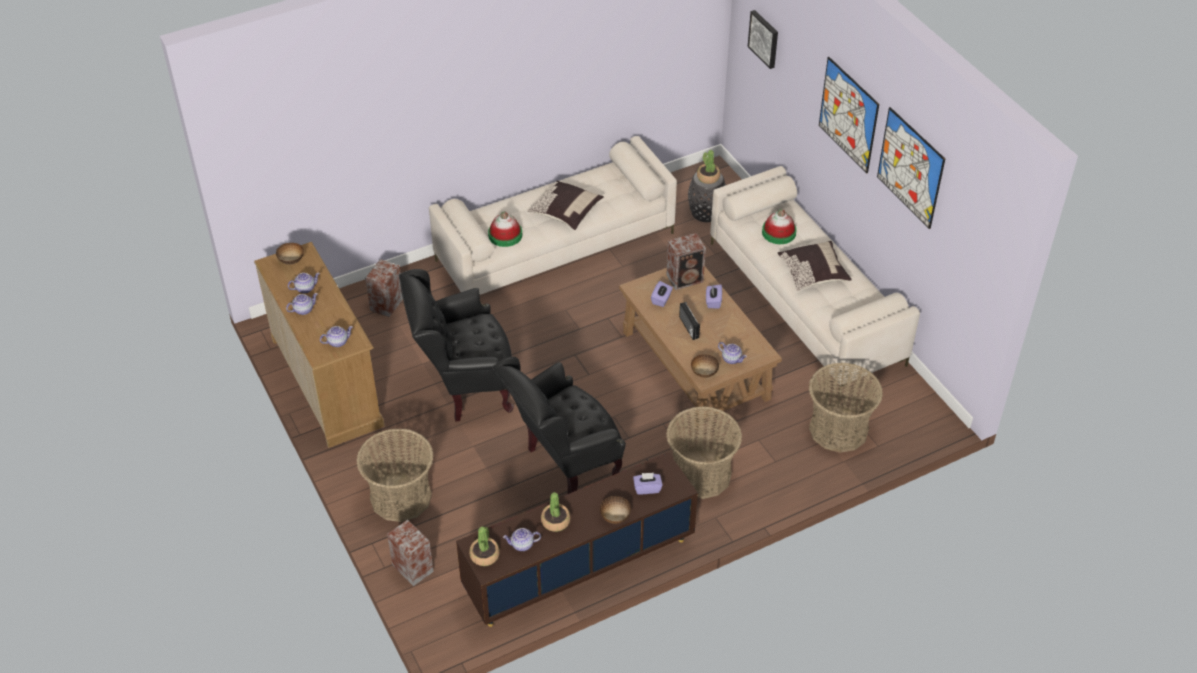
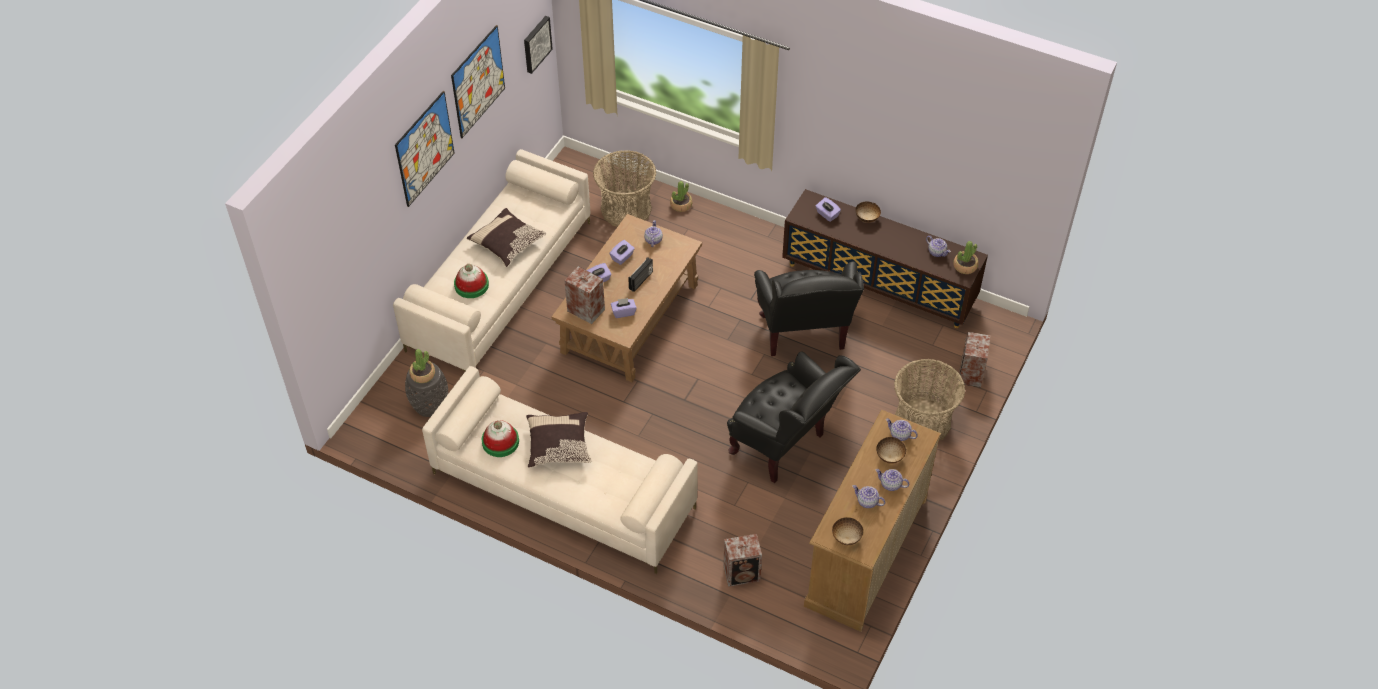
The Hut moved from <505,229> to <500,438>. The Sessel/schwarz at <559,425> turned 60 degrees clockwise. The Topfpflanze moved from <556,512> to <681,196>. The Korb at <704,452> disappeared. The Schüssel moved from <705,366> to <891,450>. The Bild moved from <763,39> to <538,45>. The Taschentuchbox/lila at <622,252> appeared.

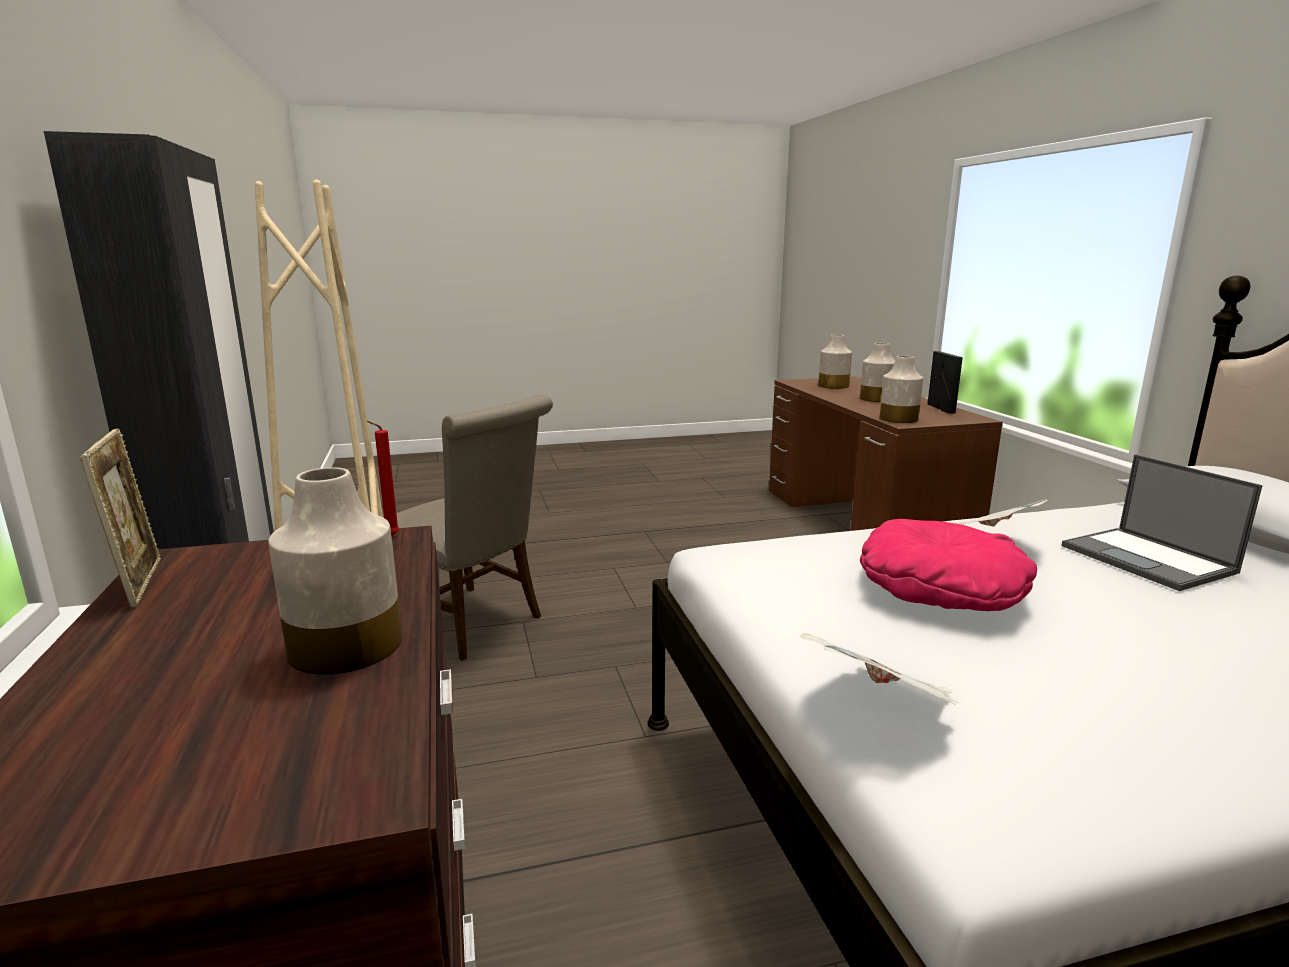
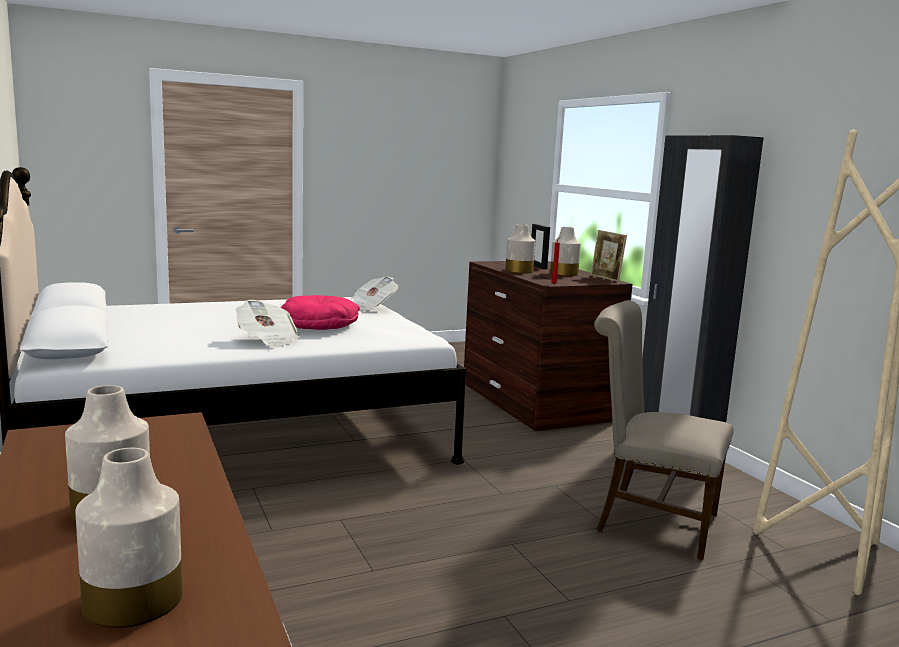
The Vase/beige moved from <901,389> to <565,251>. The Bilderrahmen moved from <945,382> to <540,246>. The Laptop at <1162,522> disappeared.

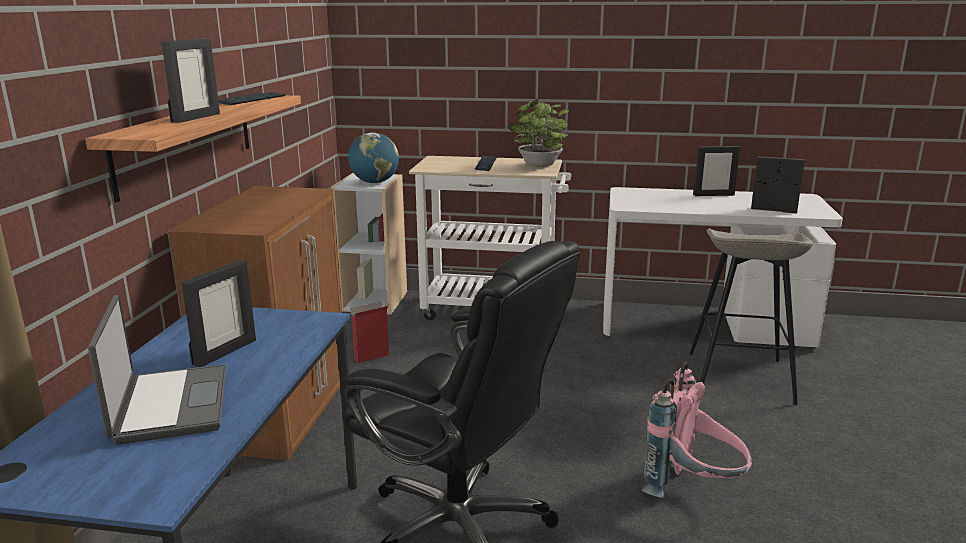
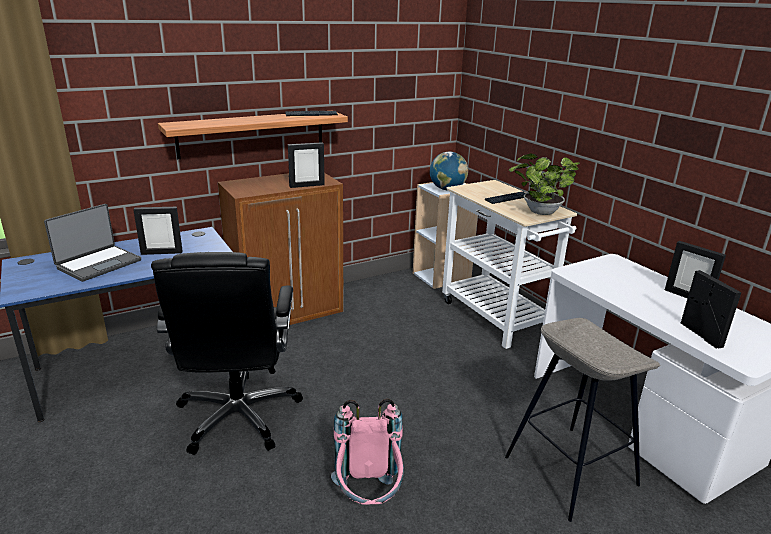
The Bilderrahmen moved from <190,80> to <306,165>. The Karton at <368,332> disappeared.

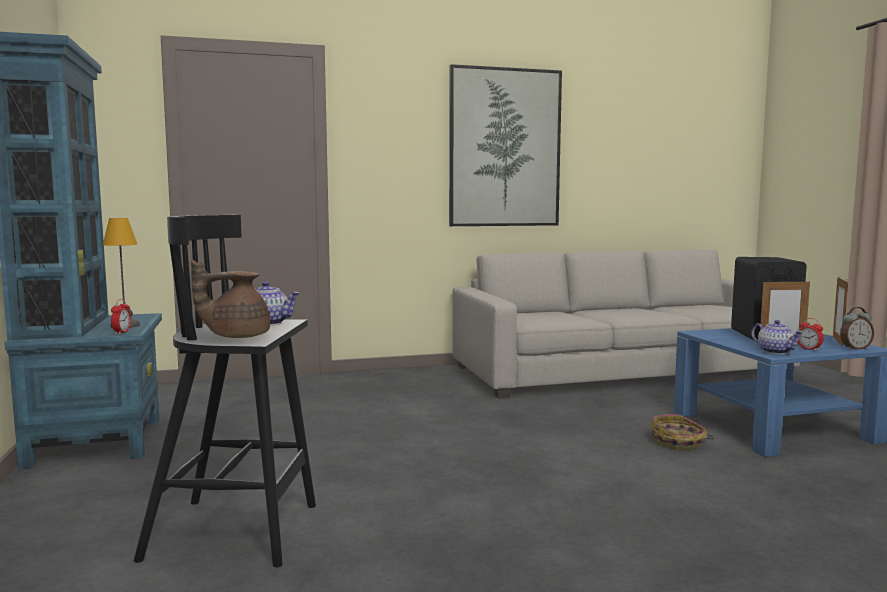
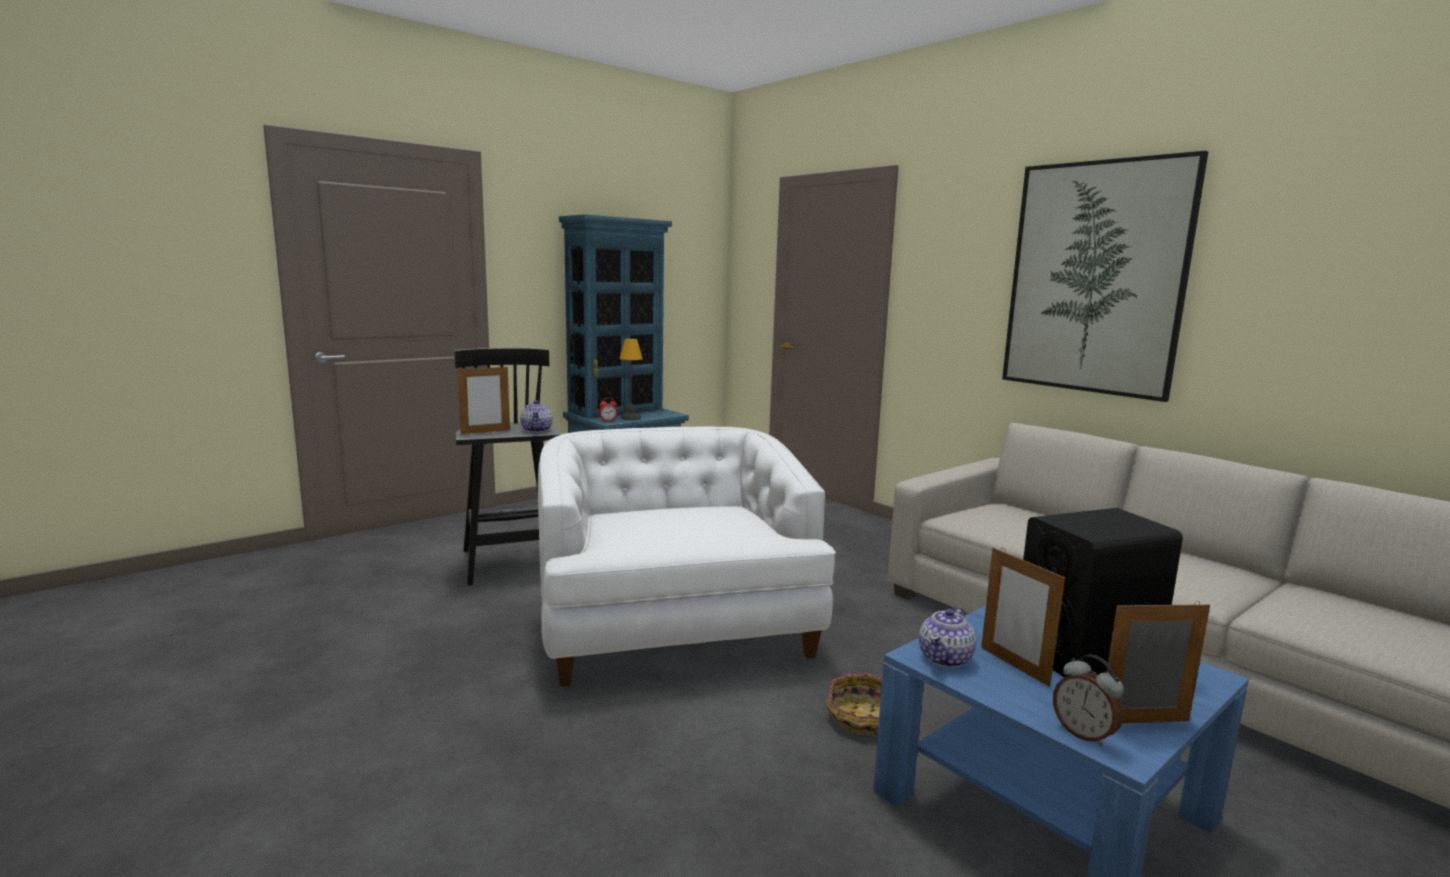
The Teekanne/braun at <231,299> was replaced by the Bilderrahmen at <483,400>. The Wecker at <811,334> disappeared. The Sessel/weiß at <687,556> appeared.

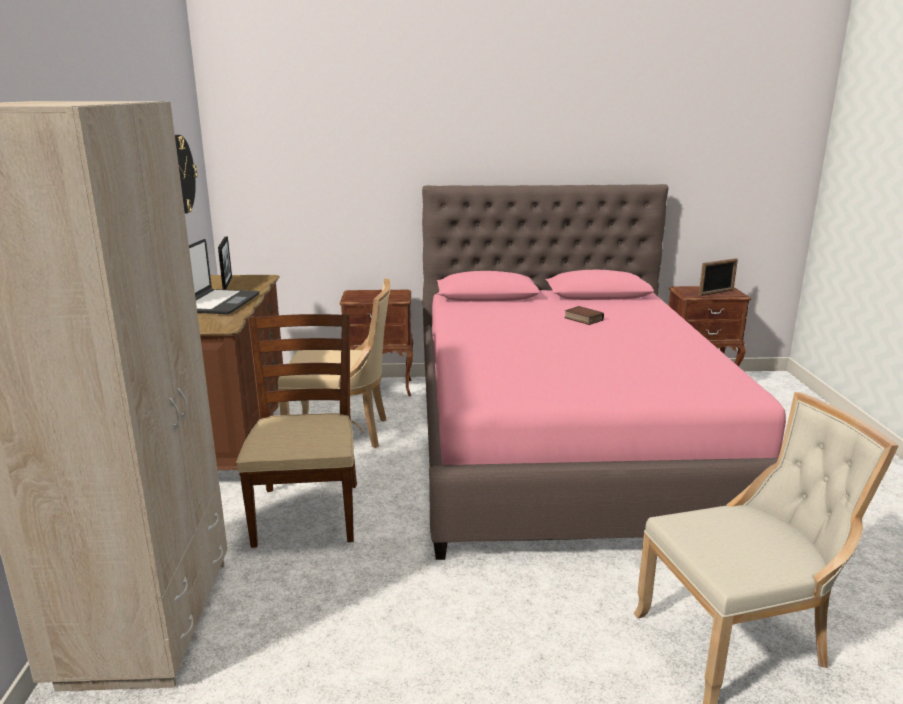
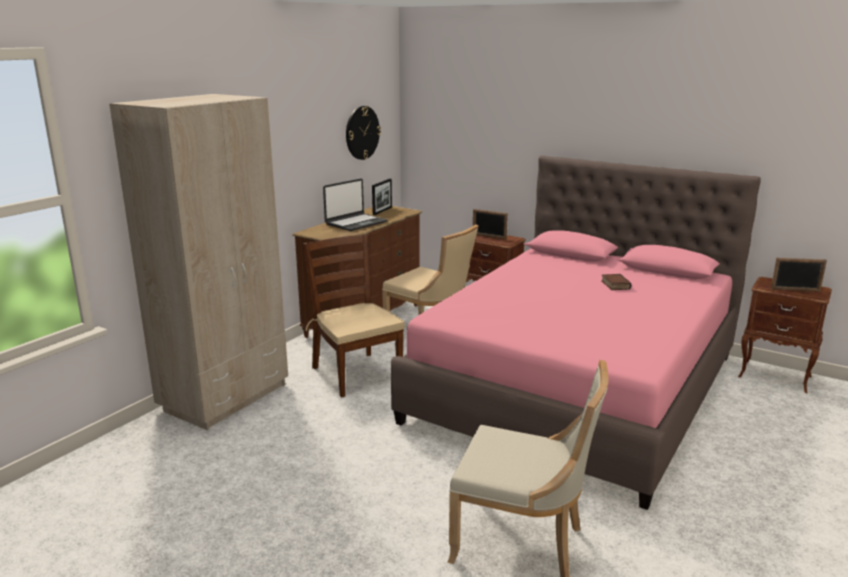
The Stuhl/braun at <300,431> turned 60 degrees counterclockwise. The Bilderrahmen at <490,224> appeared.

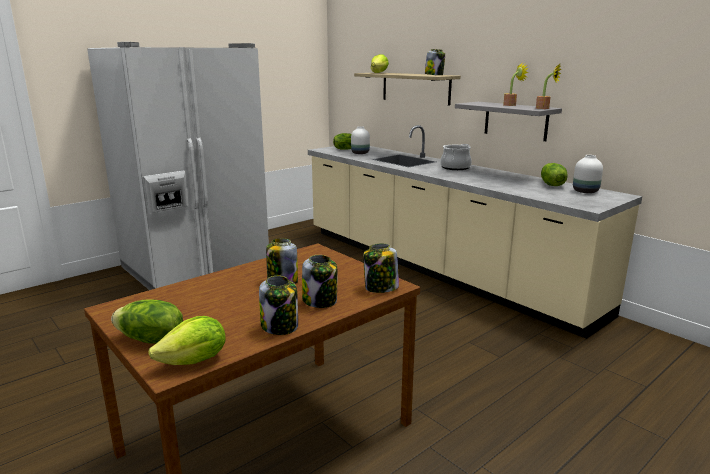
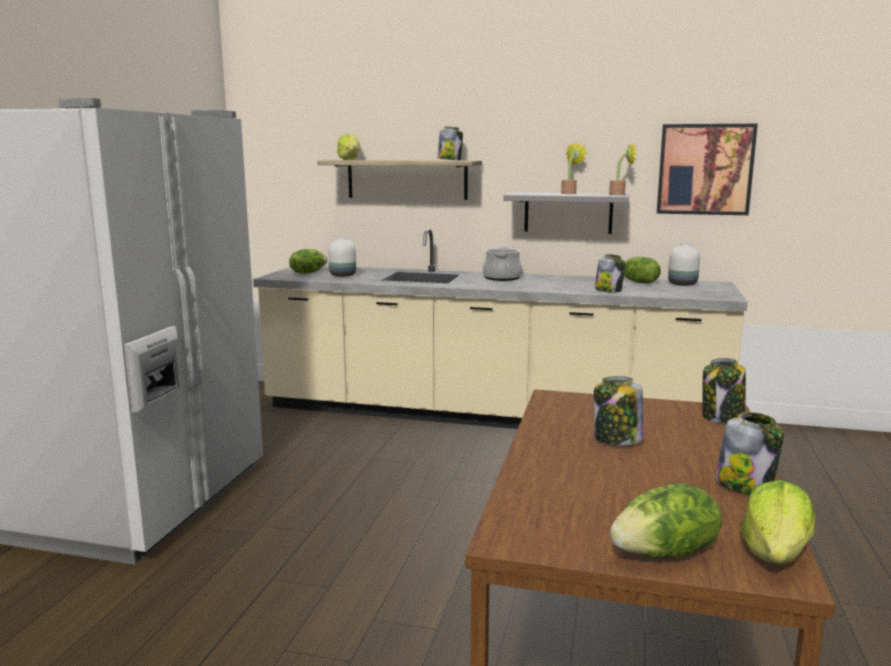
The Vorratsglas moved from <319,281> to <610,273>. The Bild at <707,169> appeared.

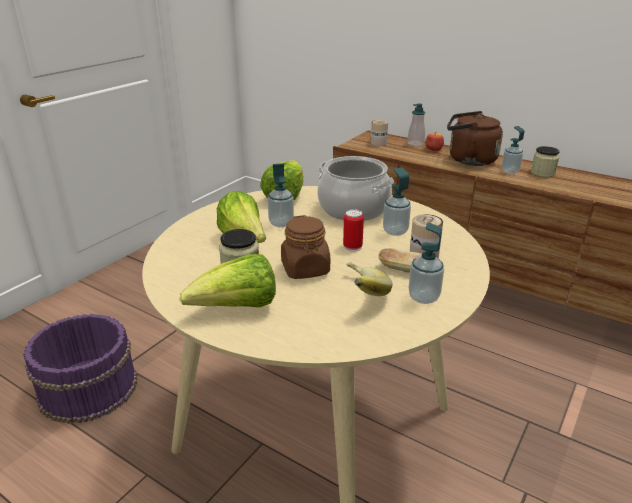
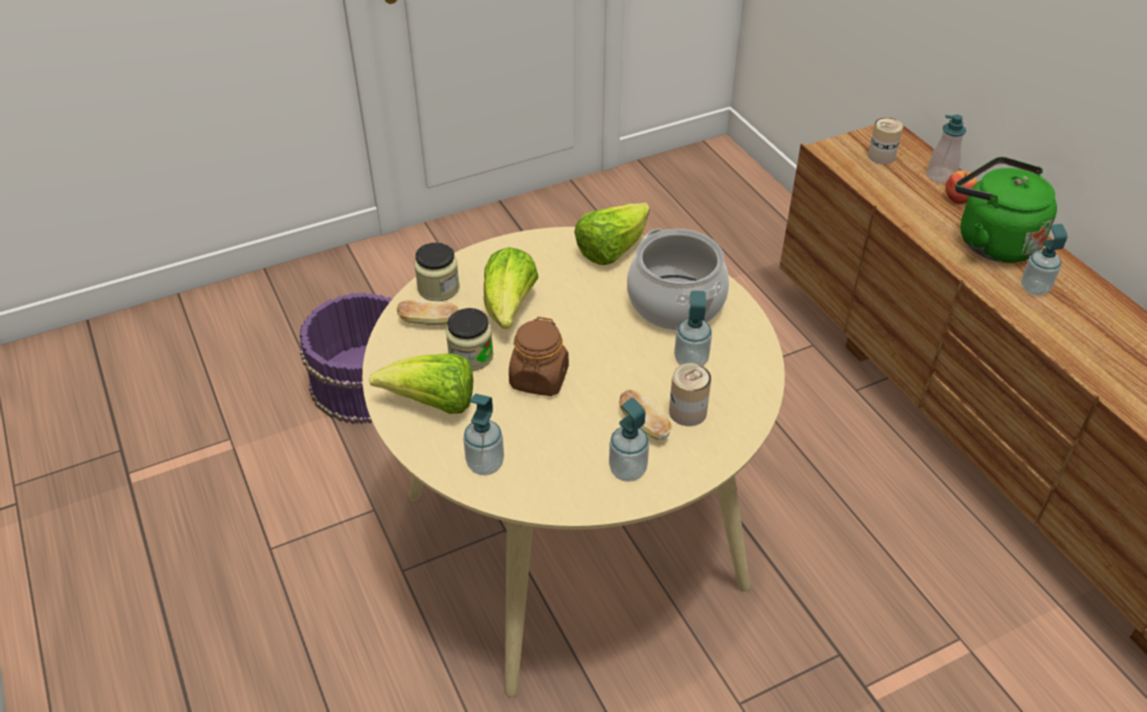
The Seifenspender moved from <281,195> to <483,435>. The Dose at <353,230> disappeared. The Banane at <369,279> disappeared. The Wasserkessel/braun at <475,138> became the Wasserkessel/grün at <1006,210>. The Vorratsglas moved from <545,161> to <436,272>. The Brot at <427,312> appeared.

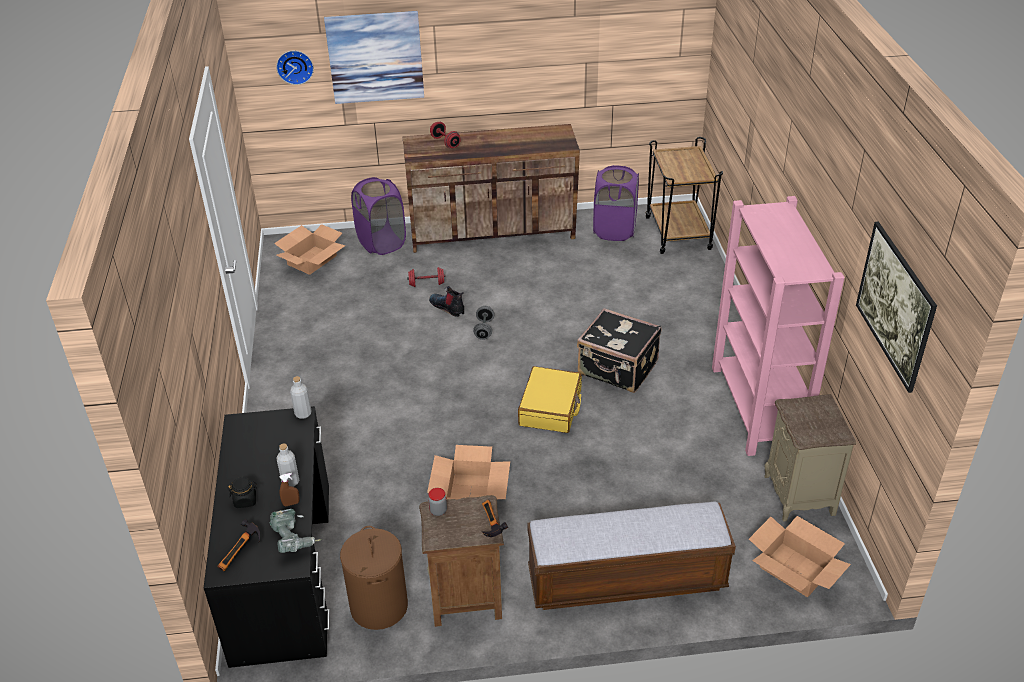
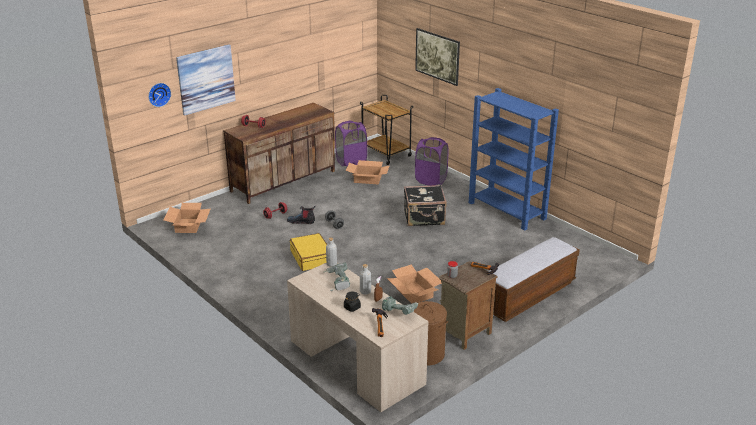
The Schreibtisch/schwarz at <266,537> became the Schreibtisch/beige at <358,337>. The Wäschekorb/lila moved from <378,216> to <432,161>. The Koffer/gelb moved from <550,399> to <308,252>. The Bücherregal/rosa at <778,326> became the Bücherregal/blau at <514,159>. The Karton moved from <800,556> to <368,172>. The Nachttisch/beige at <810,458> disappeared. The Bild moved from <896,307> to <437,57>. The Bohrmaschine at <337,277> appeared.

